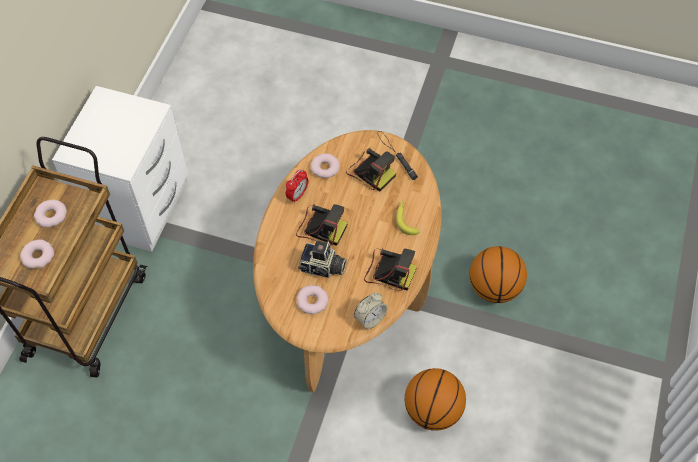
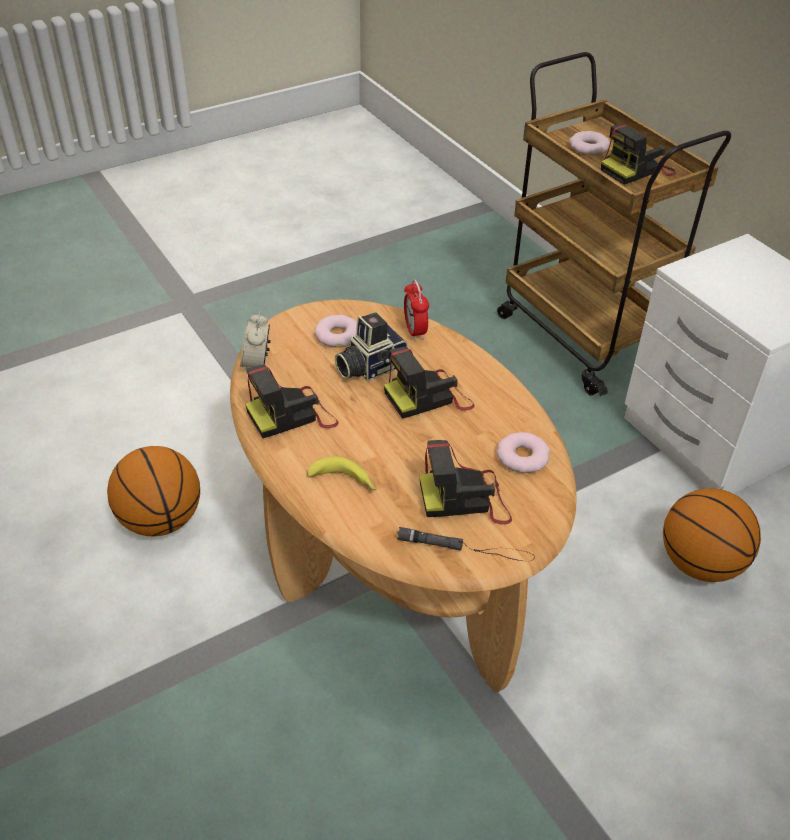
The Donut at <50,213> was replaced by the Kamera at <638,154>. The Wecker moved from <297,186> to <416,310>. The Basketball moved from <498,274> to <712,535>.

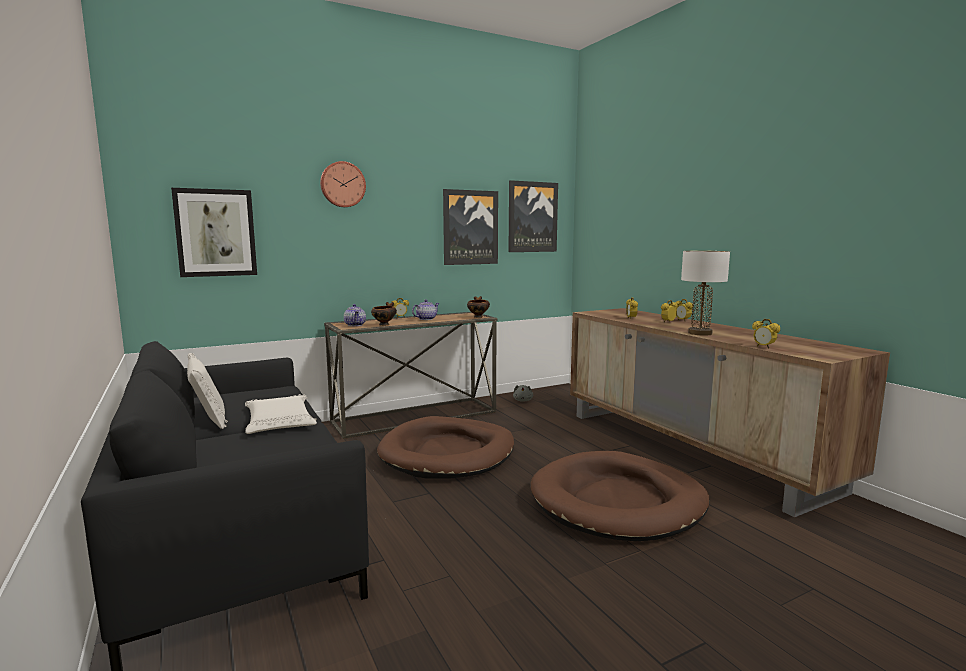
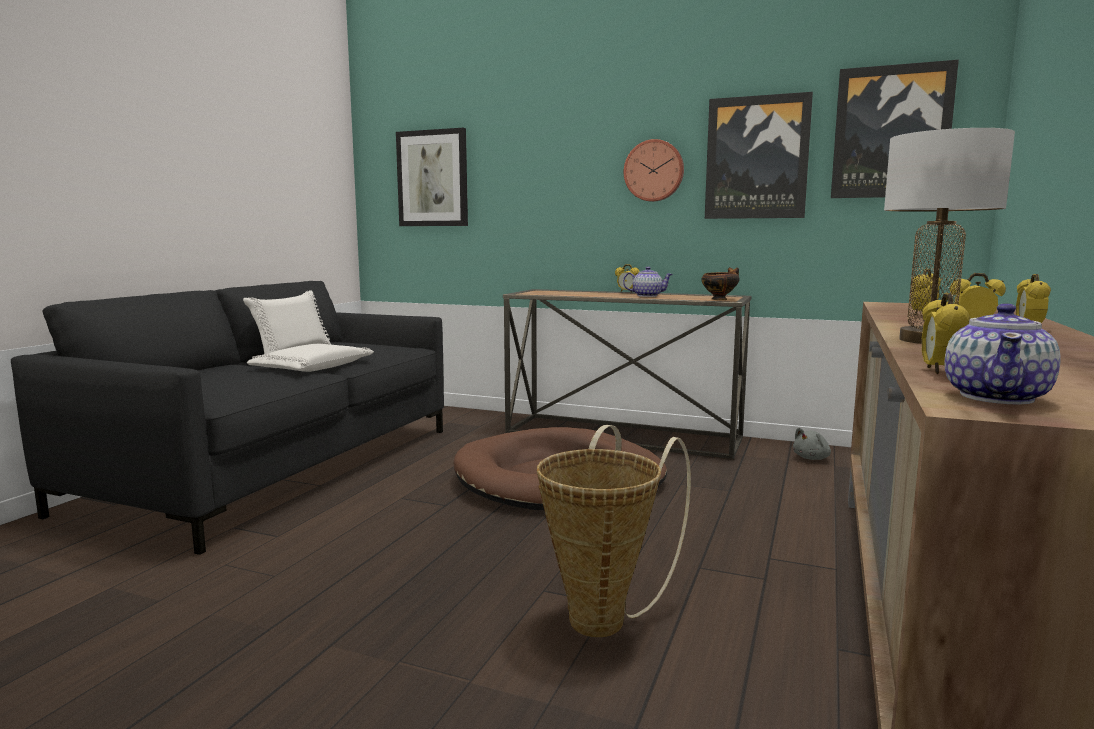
The Wanduhr moved from <343,184> to <654,170>. The Teekanne moved from <355,315> to <1002,353>. The Schüssel at <384,314> disappeared. The Hundebett/braun at <620,496> was replaced by the Korb at <614,531>.

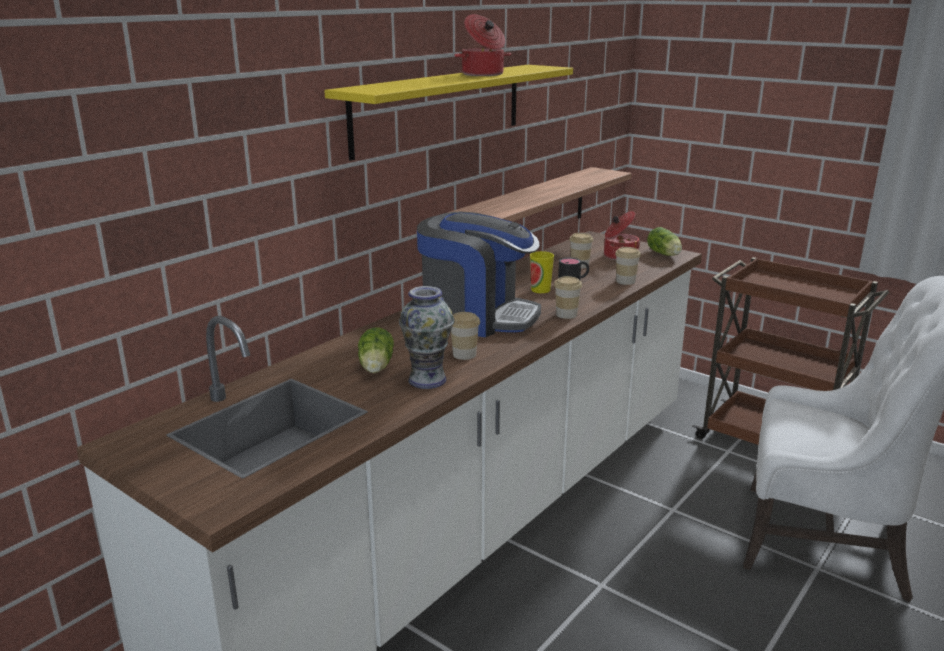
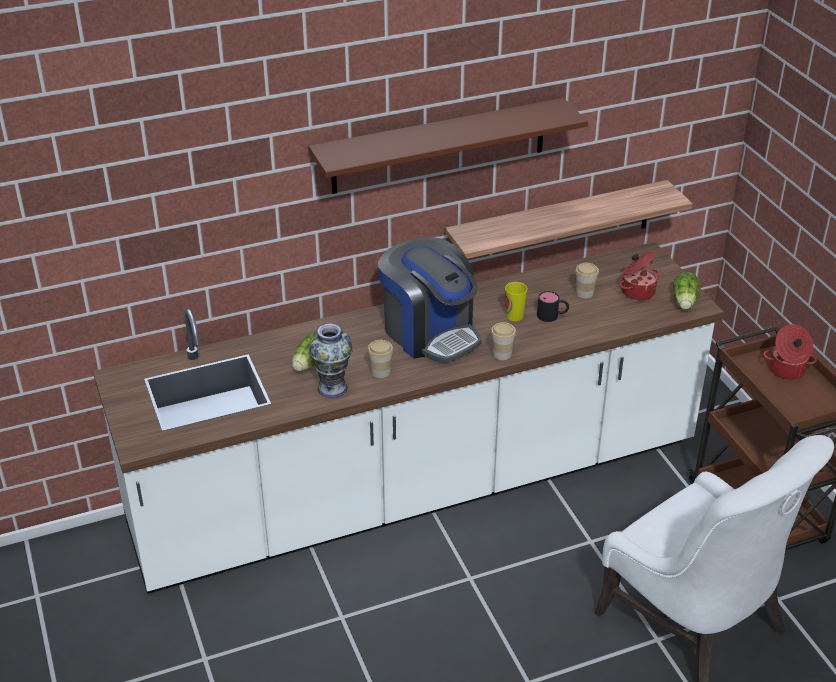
The Wandregal/gelb at <448,113> became the Wandregal/braun at <448,146>. The Kochtopf moved from <482,45> to <790,352>. The Tasse at <628,266> disappeared.

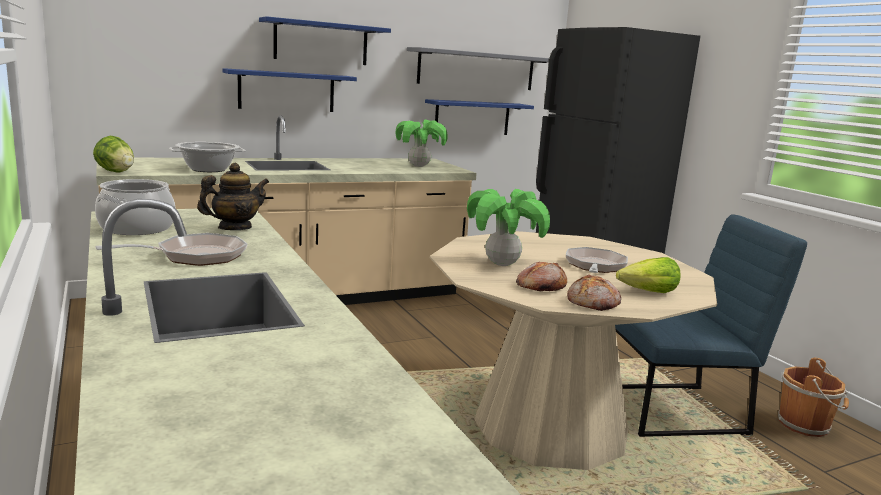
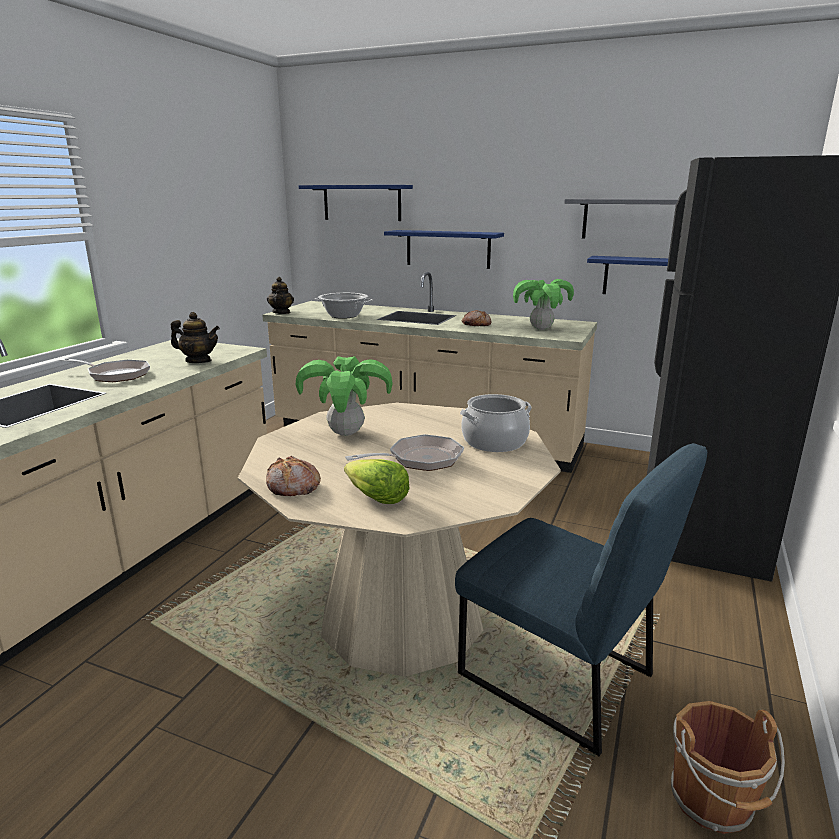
The Salatkopf at <113,154> was replaced by the Teekanne at <280,295>. The Kochtopf moved from <135,207> to <496,423>. The Wandregal/blau moved from <325,40> to <356,203>. The Brot moved from <541,276> to <476,318>.

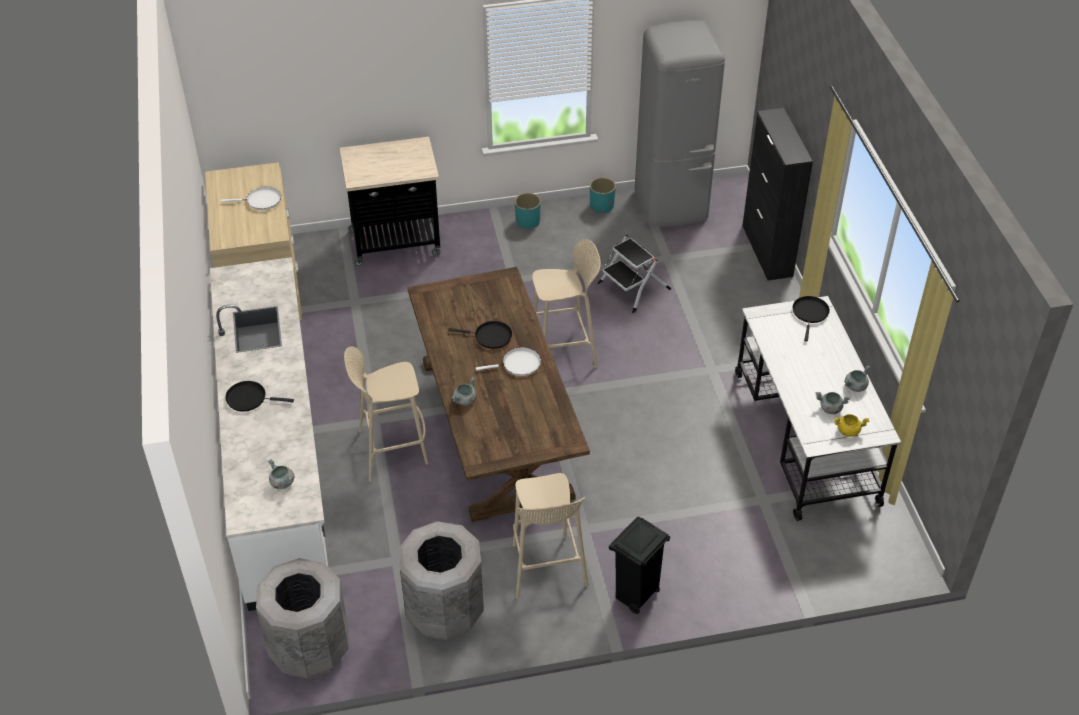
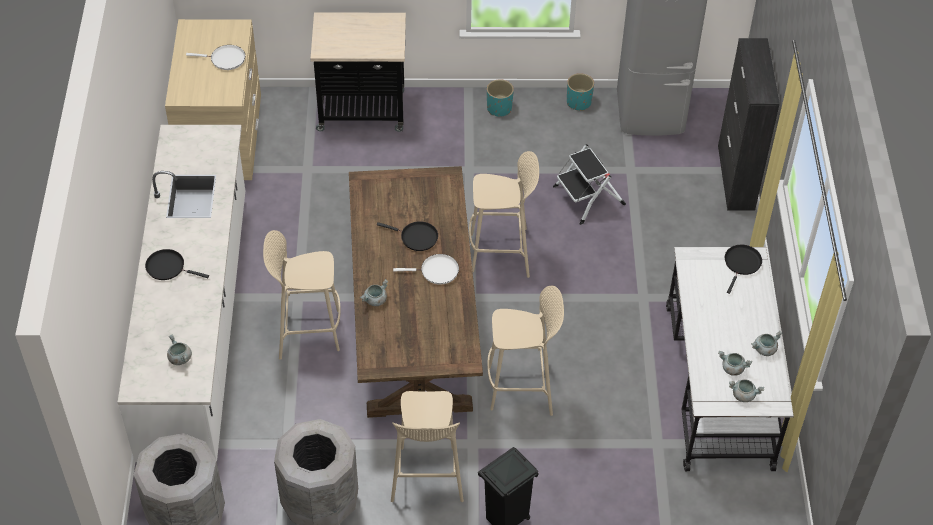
The Kochtopf/gelb at <851,425> became the Kochtopf/grau at <746,390>. The Hocker/beige at <525,351> appeared.

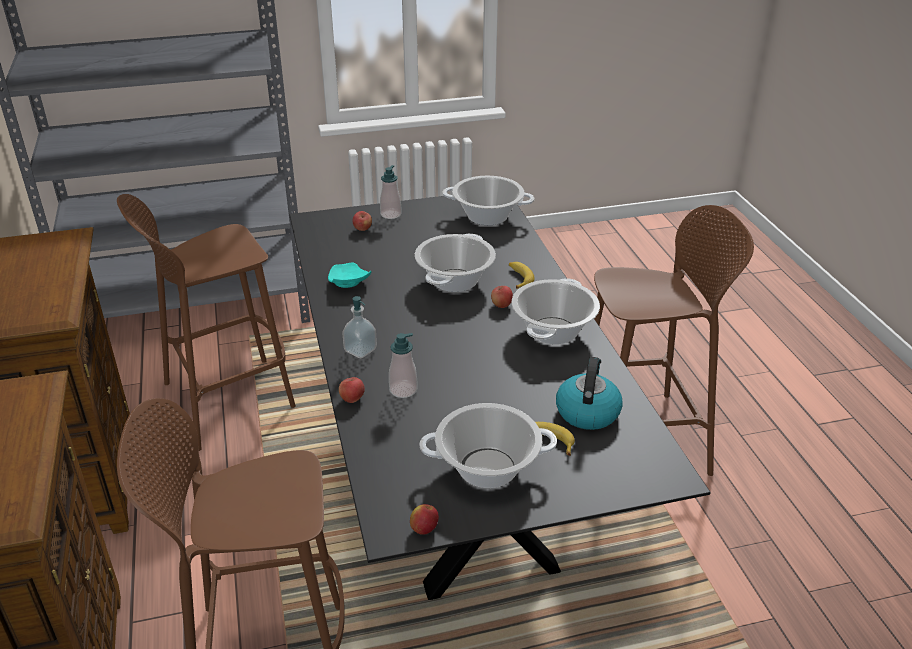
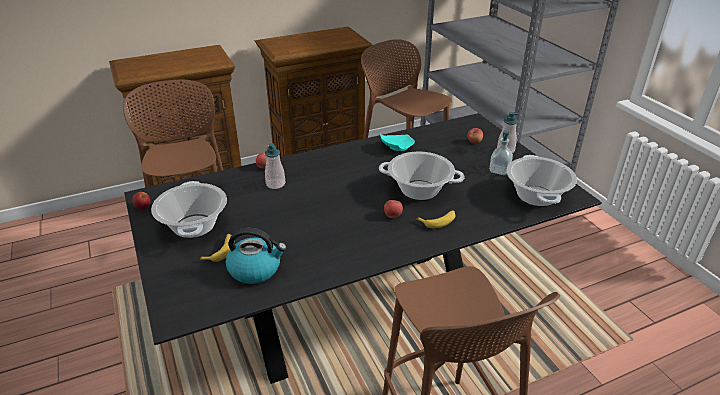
The Seifenspender moved from <359,327> to <501,153>. The Kochtopf at <555,311> disappeared.

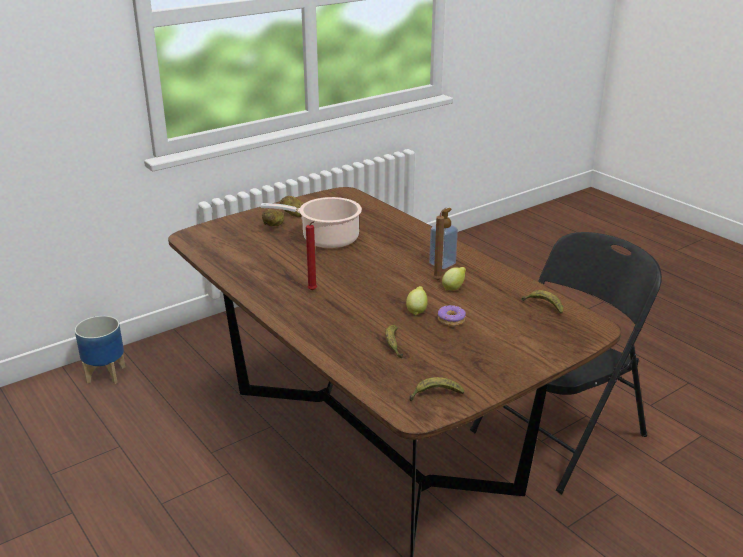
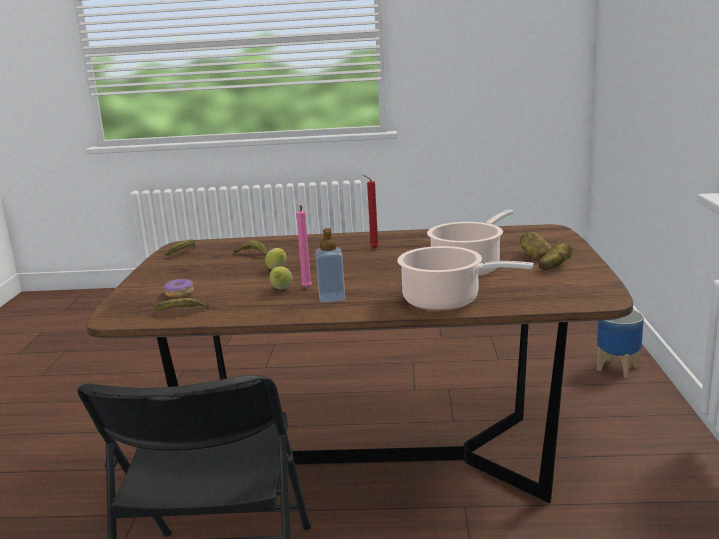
The Kerze/braun at <439,243> became the Kerze/rosa at <304,246>. The Donut moved from <452,315> to <179,288>. The Kochtopf at <465,278> appeared.

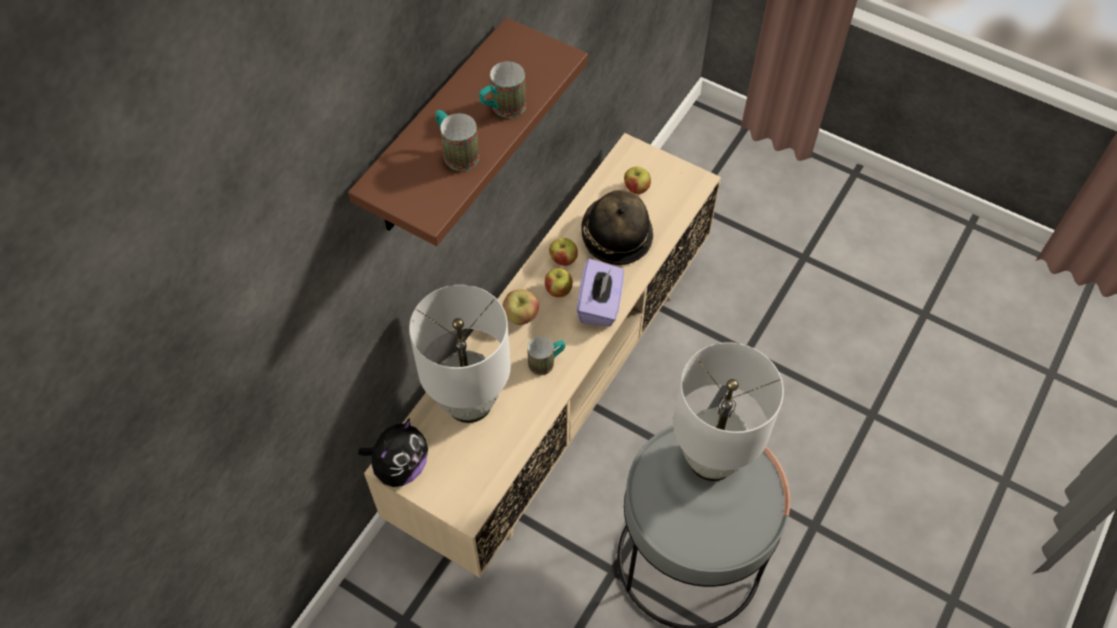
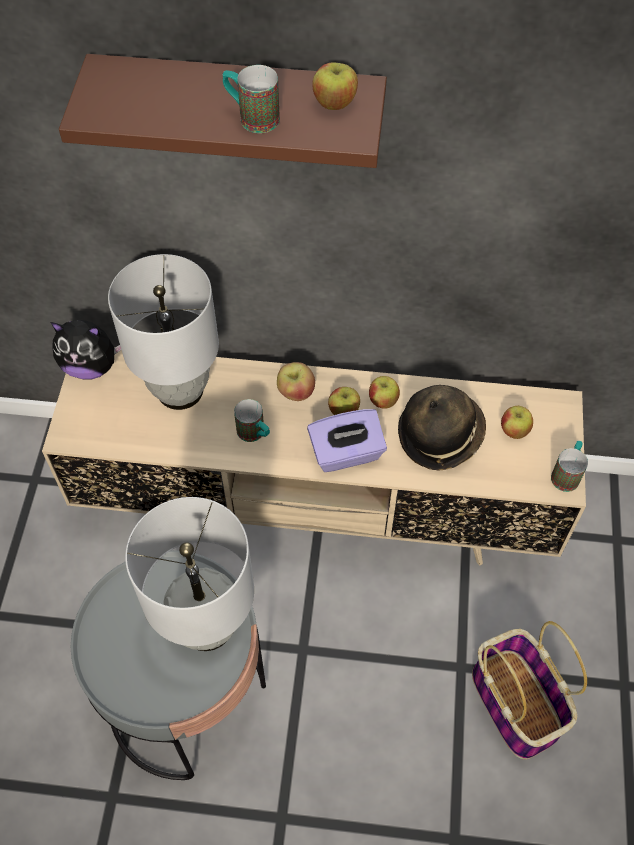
The Henkelbecher moved from <457,140> to <569,466>. The Apfel at <335,86> appeared. The Korb at <529,690> appeared.

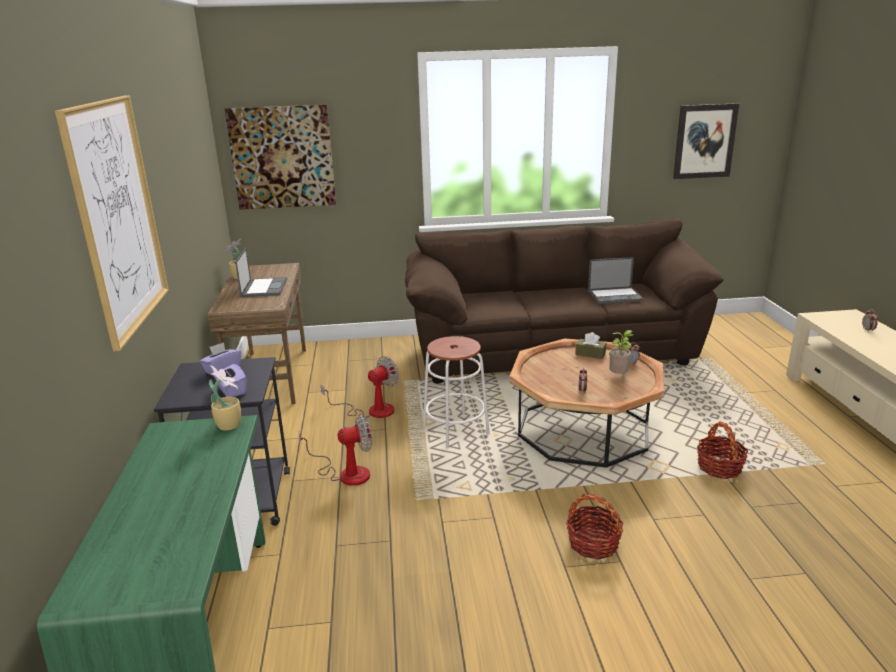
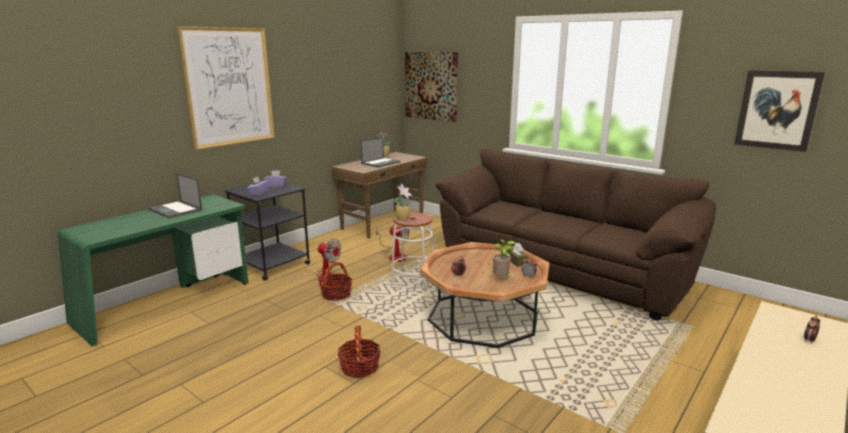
The Topfpflanze moved from <225,398> to <402,202>. The Laptop moved from <616,280> to <175,195>. The Korb moved from <722,450> to <335,281>.

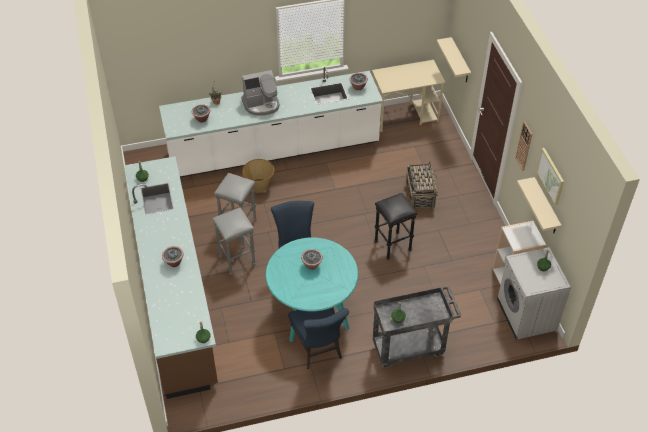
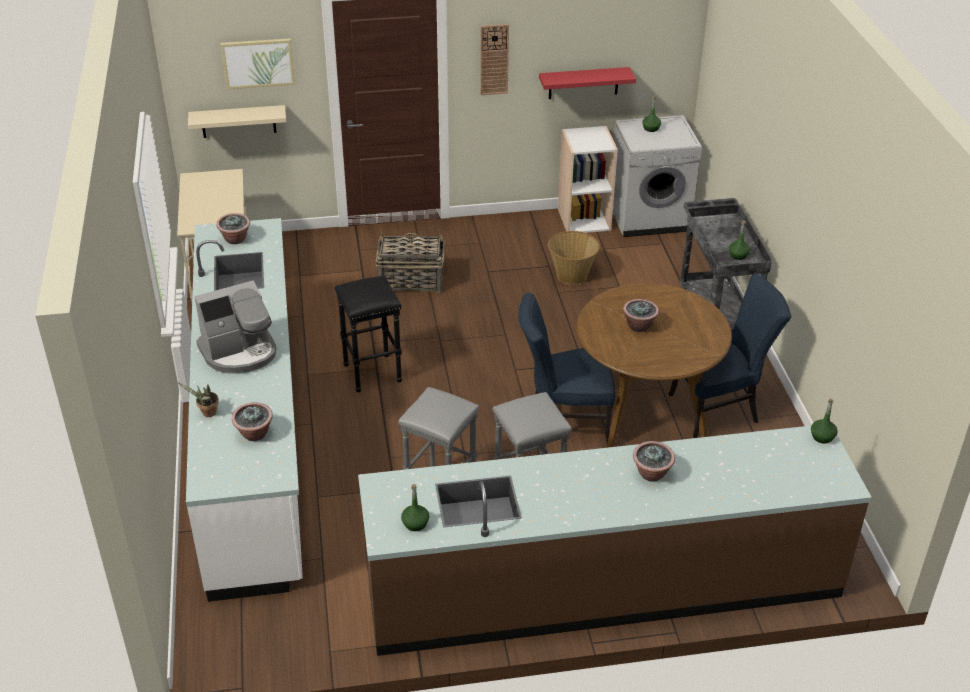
The Kaffeemaschine at <260,93> turned 75 degrees clockwise. The Korb moved from <258,175> to <574,258>. The Esstisch/türkis at <312,289> became the Esstisch/braun at <654,365>. The Hocker/schwarz moved from <396,226> to <368,334>. The Wandregal/beige at <539,205> became the Wandregal/rot at <587,83>. The Bild moved from <550,176> to <258,63>.

